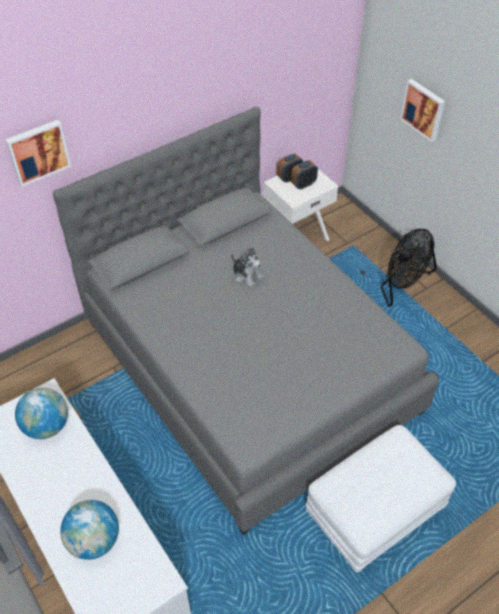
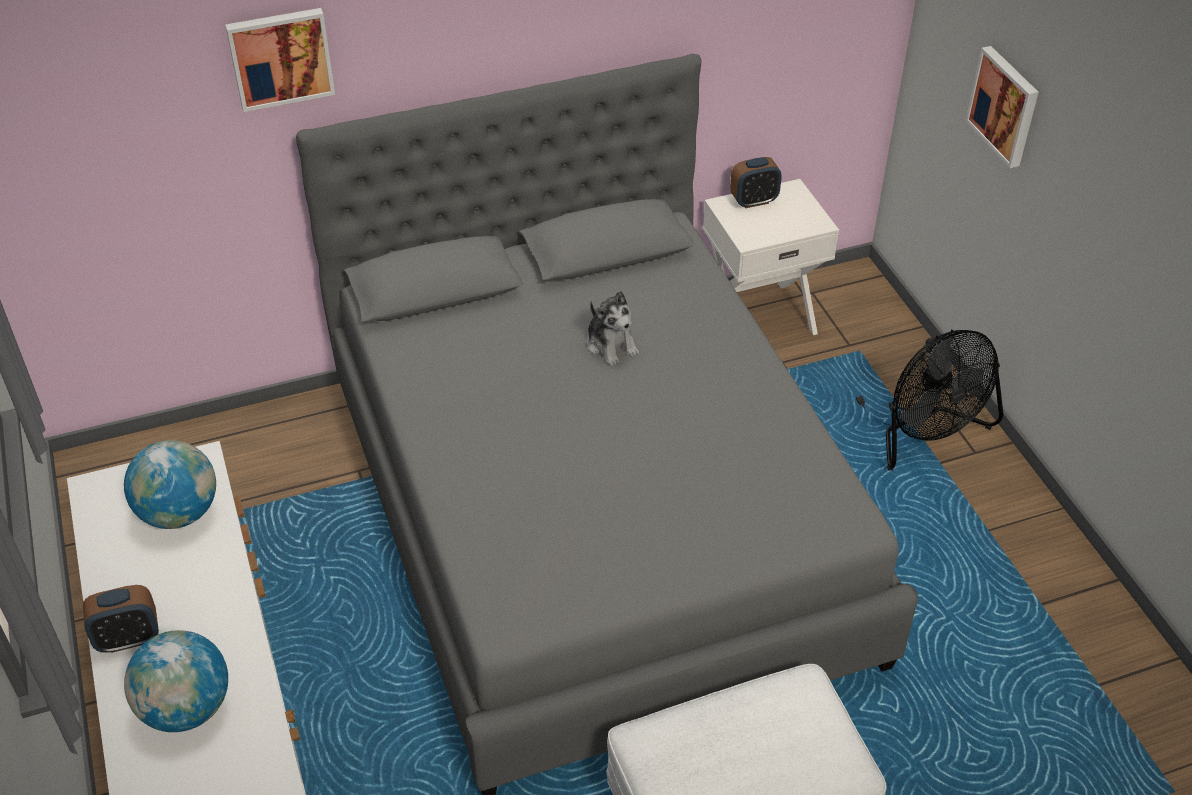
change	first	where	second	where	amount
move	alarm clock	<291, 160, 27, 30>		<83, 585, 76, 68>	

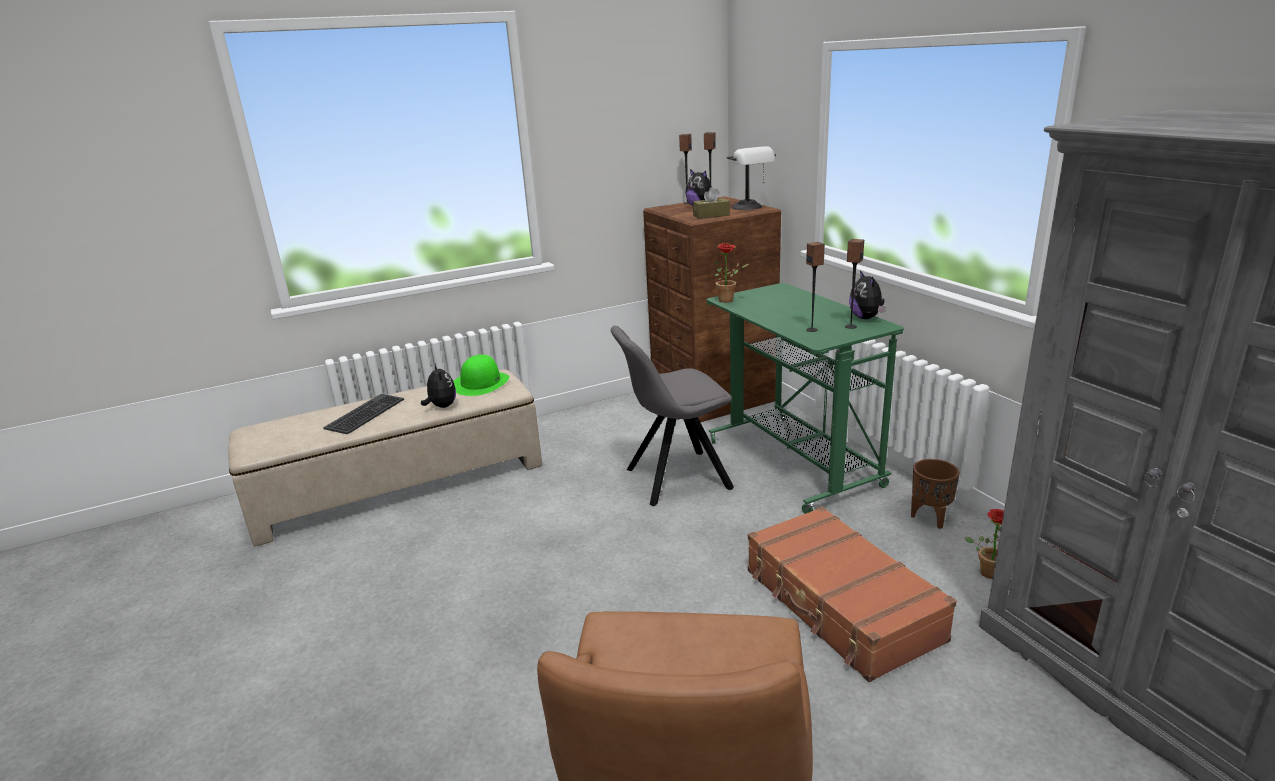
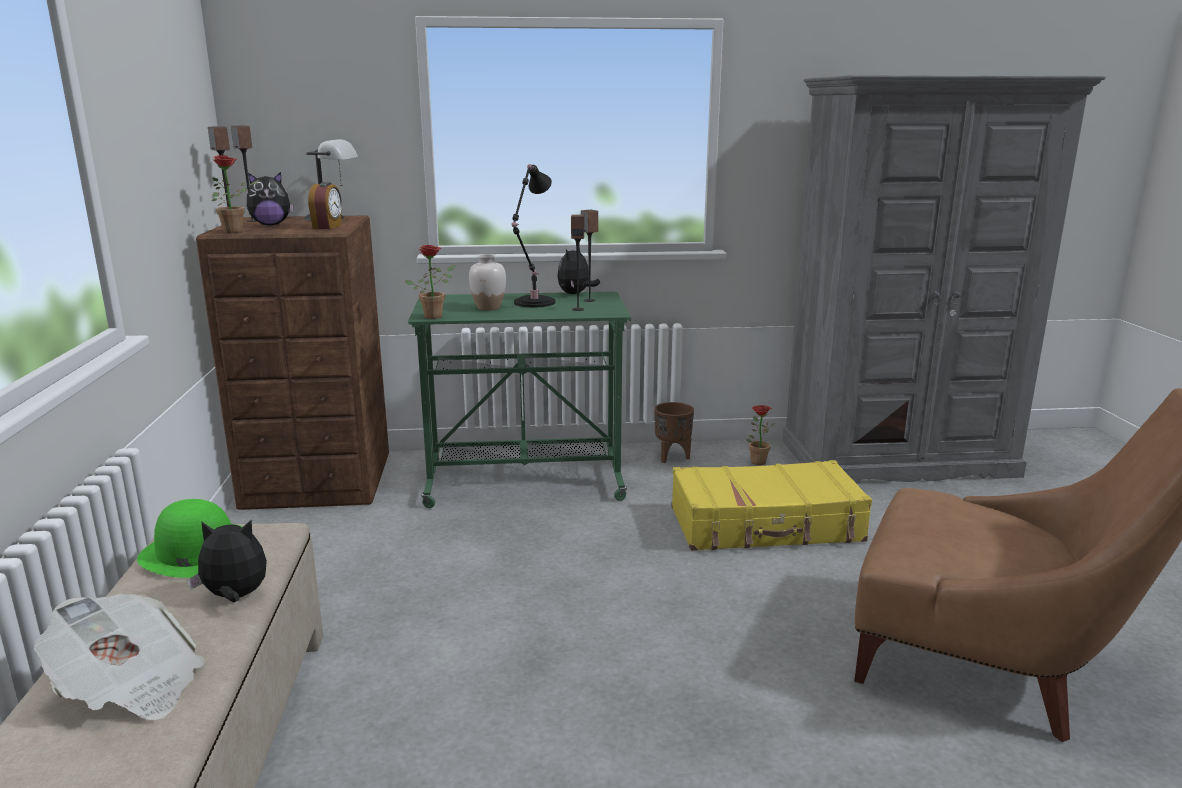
change	first	where	second	where	amount
replace	keyboard	<323, 394, 81, 41>	newspaper	<34, 594, 171, 126>	
delete	grey chair	<611, 325, 123, 181>			
replace	brown tissue box	<693, 187, 37, 32>	alarm clock	<308, 182, 34, 47>	
recolor	brown suitcase	<748, 506, 209, 176>	yellow suitcase	<671, 460, 201, 91>	
rotate	plush toy	<849, 270, 37, 49>		<557, 248, 43, 46>	105 degrees clockwise
insert			potted plant	<212, 155, 47, 78>	
insert			white vase	<469, 254, 37, 56>	
insert			black table lamp	<511, 164, 44, 143>	

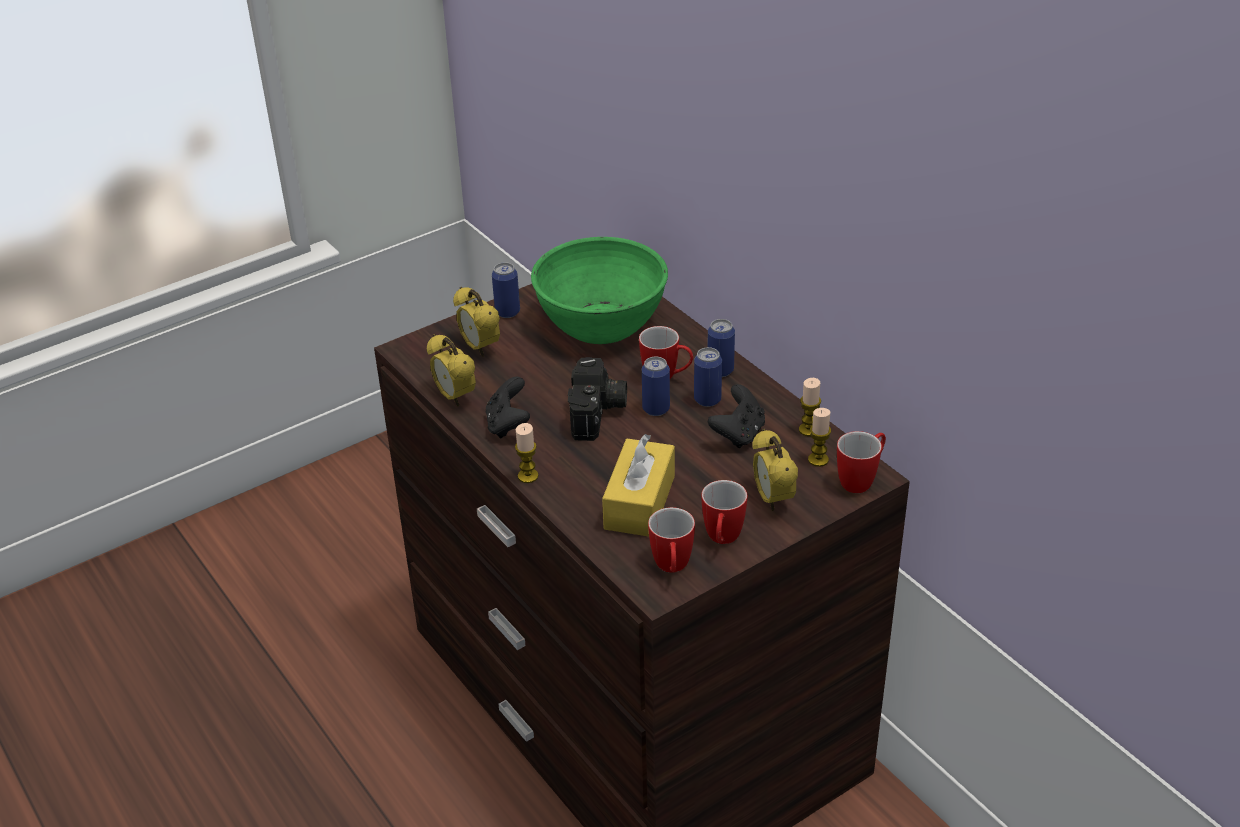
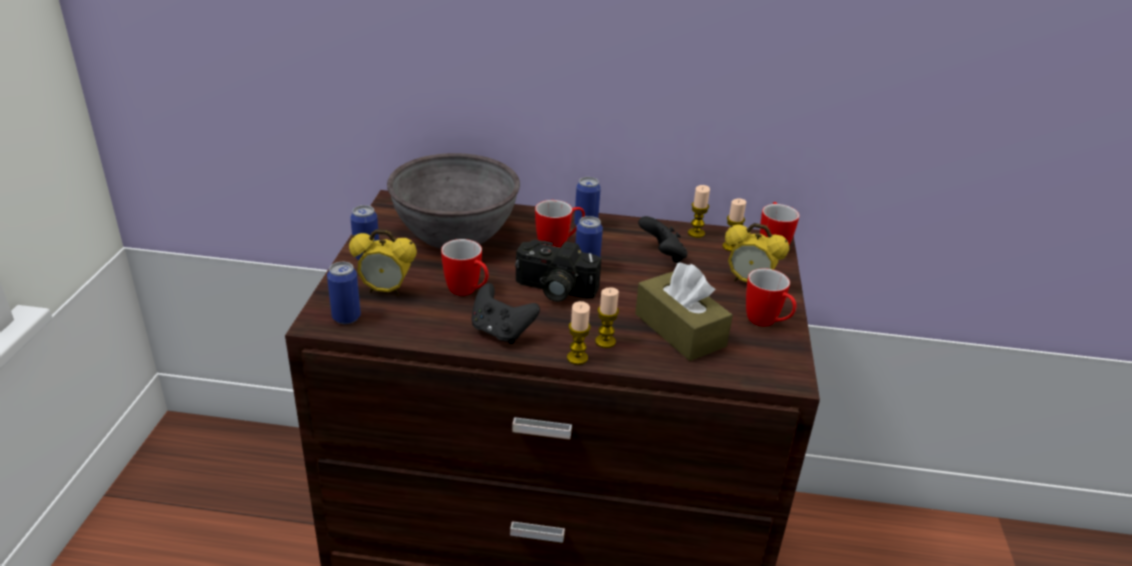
change	first	where	second	where	amount
delete	alarm clock	<427, 334, 49, 73>			
recolor	green bowl	<531, 237, 137, 107>	grey bowl	<387, 153, 133, 96>	
rotate	photo camera	<568, 357, 59, 84>		<515, 240, 86, 62>	150 degrees clockwise
recolor	yellow tissue box	<602, 434, 73, 103>	brown tissue box	<635, 262, 98, 99>	
move	mug	<648, 507, 47, 66>		<441, 239, 48, 57>	
move	can	<694, 347, 28, 60>		<327, 262, 34, 62>	
insert			candle	<595, 287, 24, 61>	

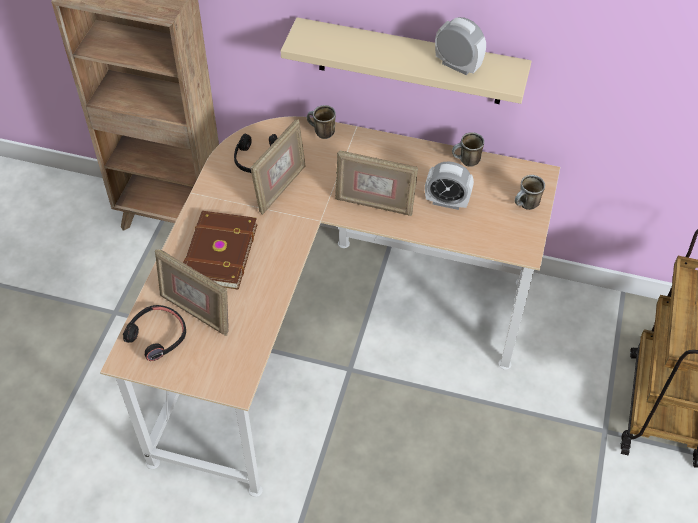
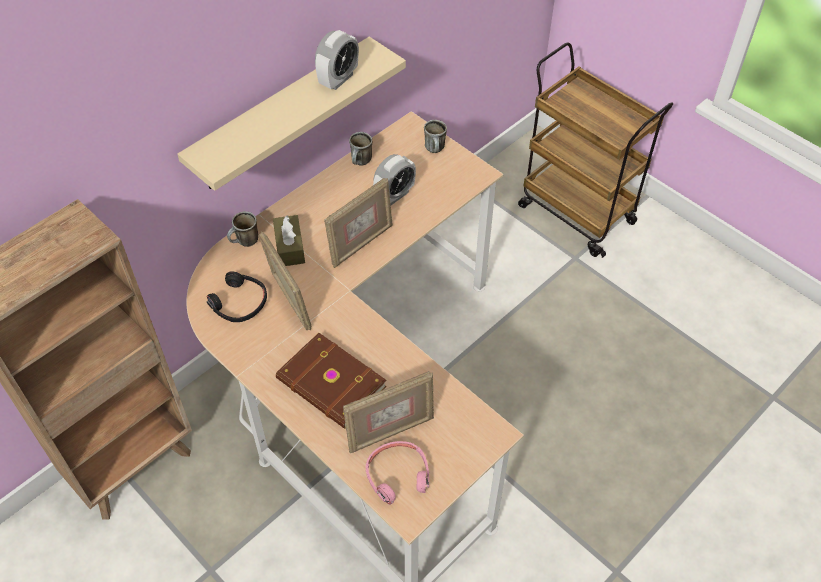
change	first	where	second	where	amount
recolor	black headphones	<123, 305, 63, 56>	pink headphones	<366, 441, 63, 64>	
rotate	alarm clock	<435, 17, 51, 58>		<315, 30, 44, 60>	150 degrees clockwise
insert			brown tissue box	<273, 215, 32, 51>	

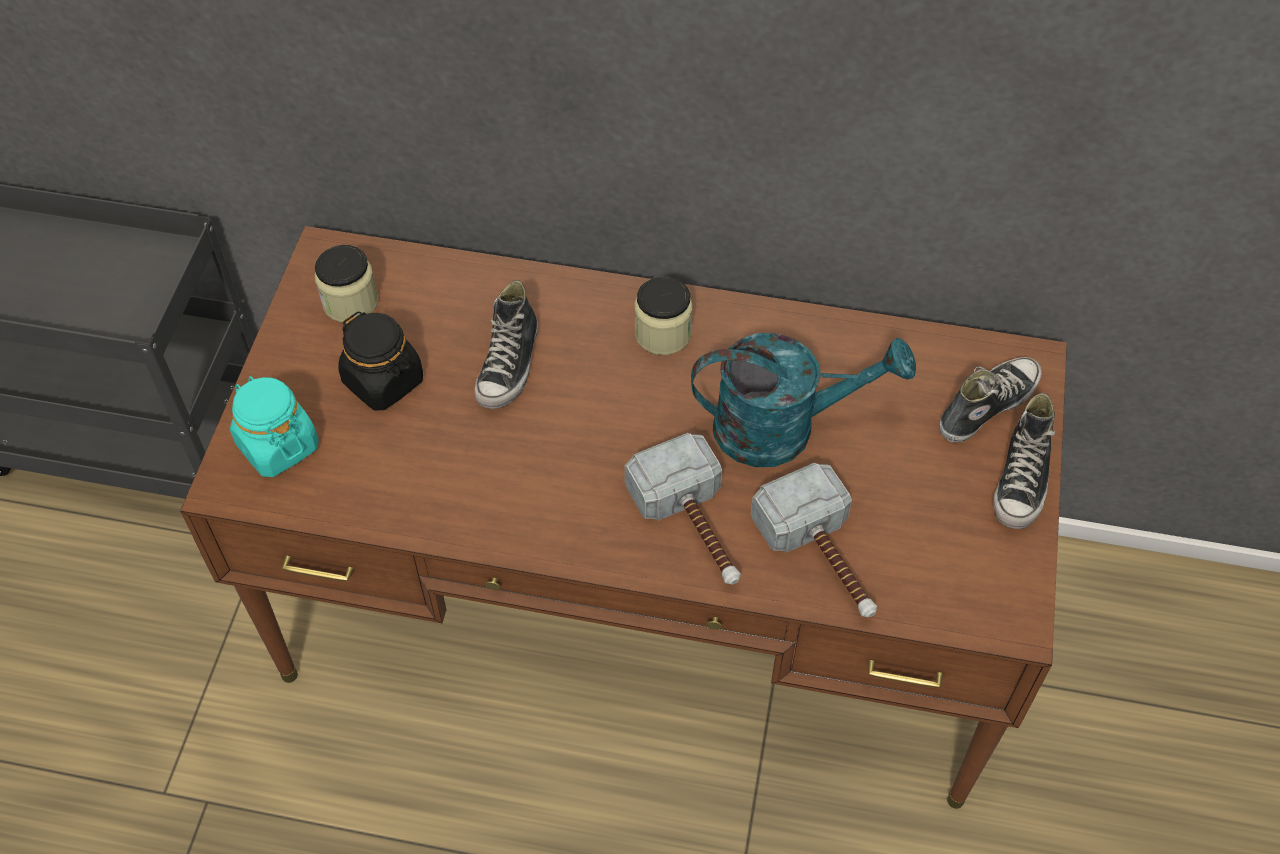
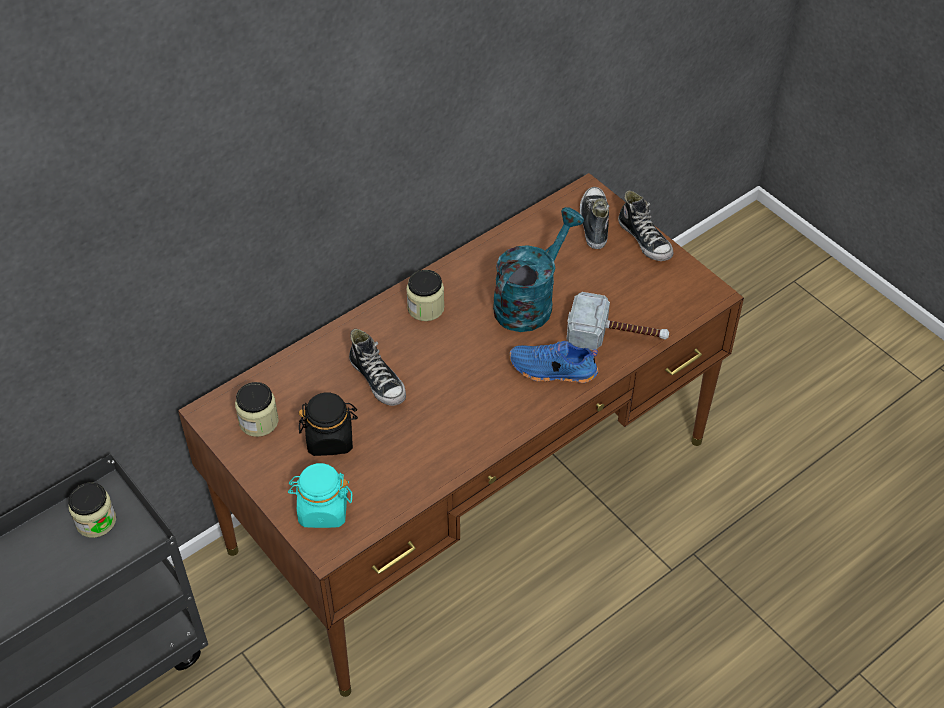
change	first	where	second	where	amount
replace	hammer	<625, 433, 116, 151>	blue shoe	<509, 341, 89, 42>	
insert			jar	<68, 482, 48, 56>	

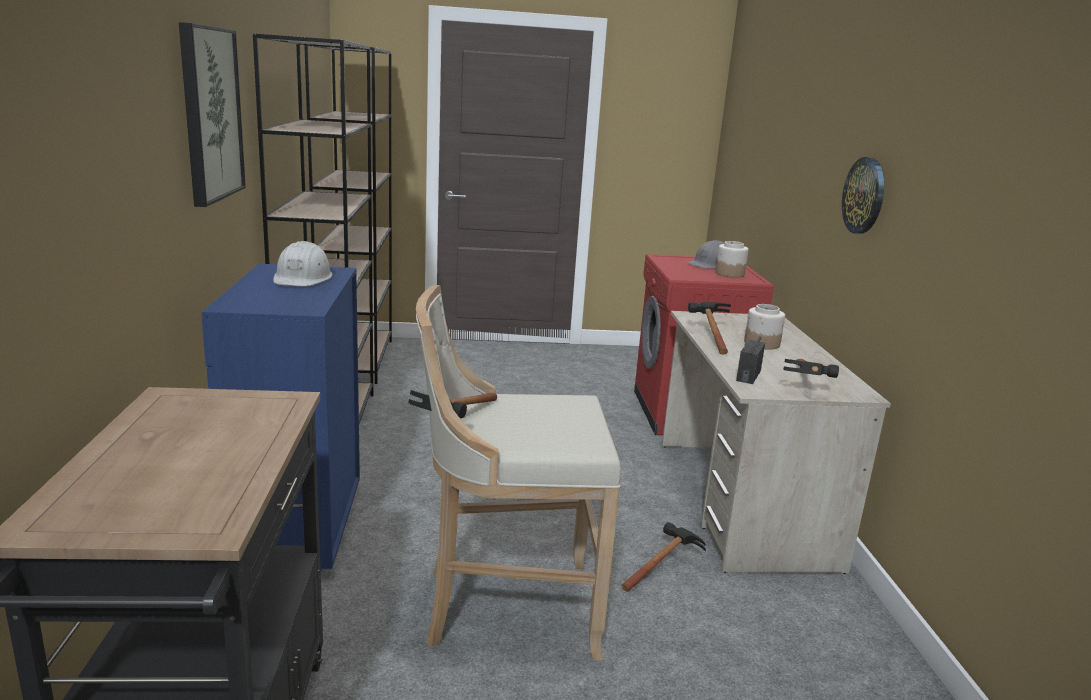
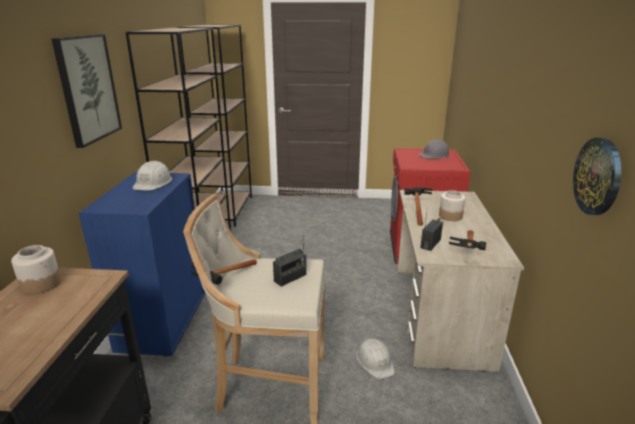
change	first	where	second	where	amount
replace	hammer	<622, 522, 84, 70>	white hard hat	<356, 339, 39, 40>	
move	jar	<715, 241, 34, 37>		<11, 245, 50, 49>	
move	wall clock	<842, 157, 42, 77>		<573, 138, 49, 77>	
insert			radio	<273, 232, 34, 55>	

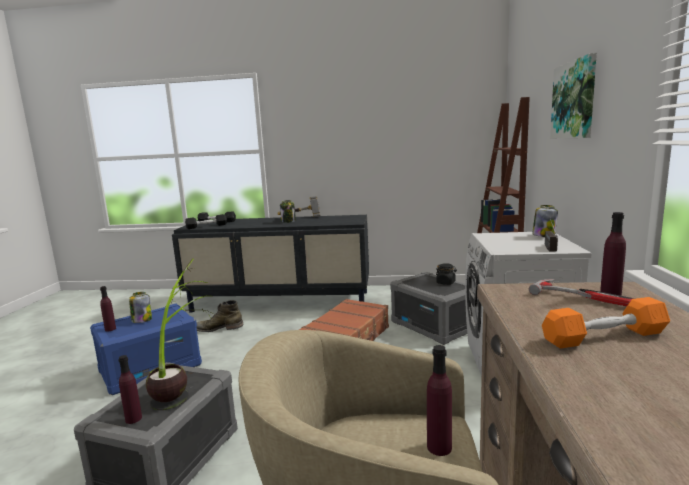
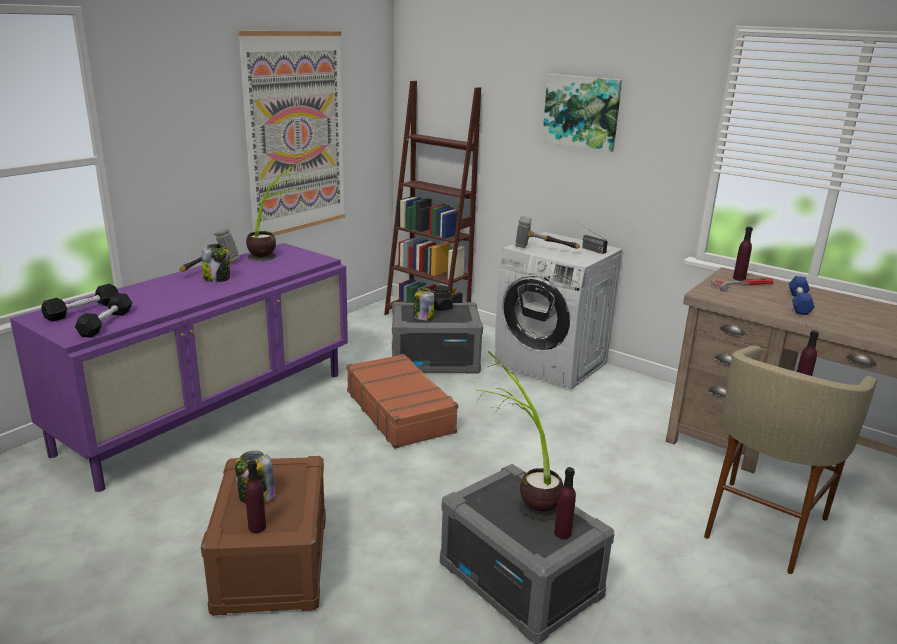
change	first	where	second	where	amount
recolor	blue storage box	<90, 304, 112, 91>	brown storage box	<201, 456, 125, 160>	
recolor	black cabinet	<172, 215, 197, 98>	purple cabinet	<10, 243, 338, 249>	
delete	green boot	<196, 300, 48, 32>			
move	jar	<532, 205, 26, 32>		<413, 288, 22, 33>	
recolor	orange dumbbell	<542, 297, 128, 52>	blue dumbbell	<789, 276, 26, 39>	
insert			picture	<238, 31, 107, 205>	
insert			potted plant	<246, 157, 71, 104>	
insert			hammer	<515, 216, 65, 33>	

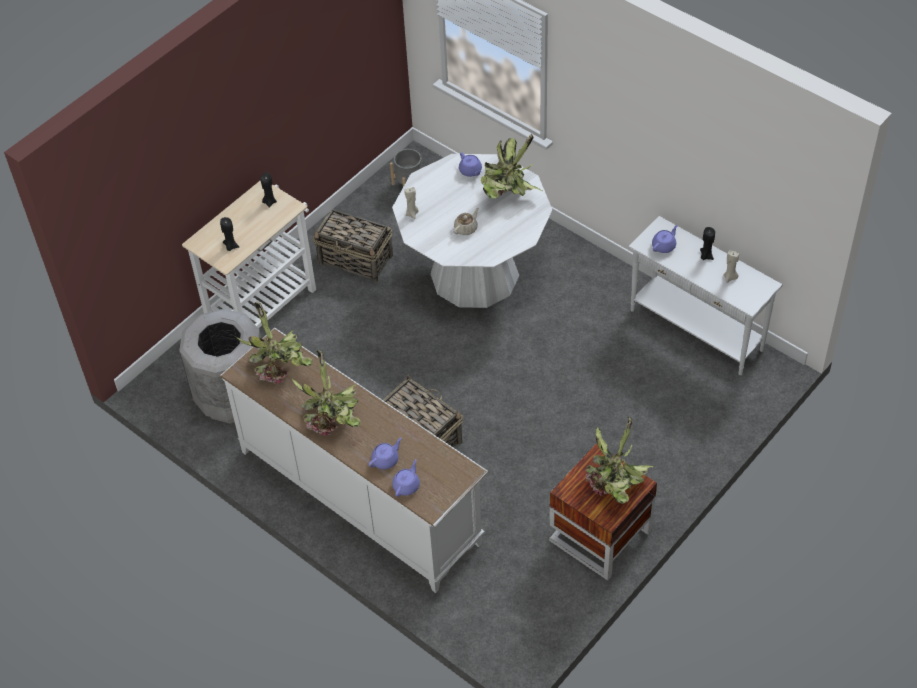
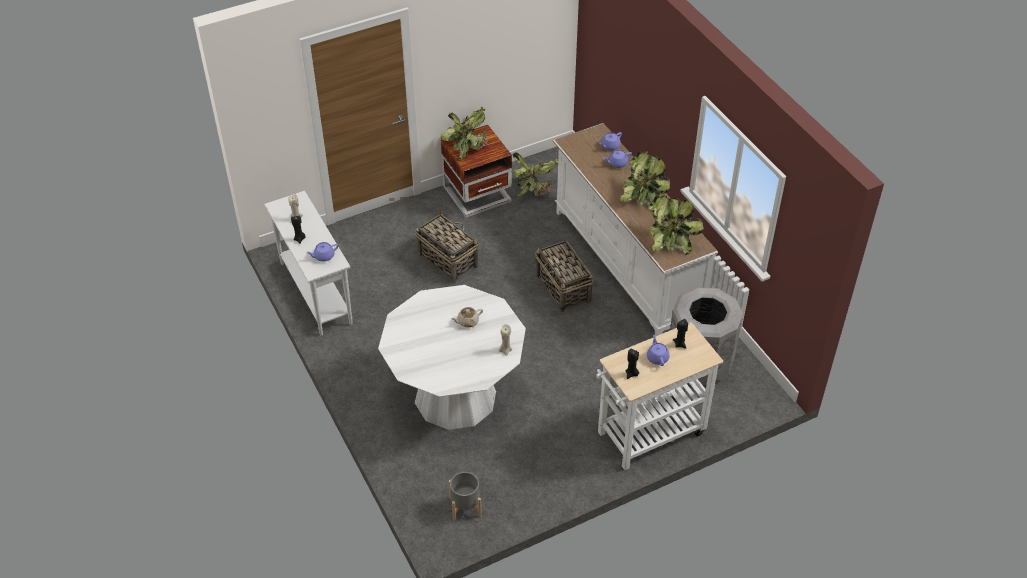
change	first	where	second	where	amount
move	basket	<313, 209, 80, 74>		<415, 210, 64, 73>	
move	purple teapot	<459, 152, 23, 25>		<647, 335, 23, 31>	
move	potted plant	<481, 134, 61, 65>		<513, 152, 45, 46>	

